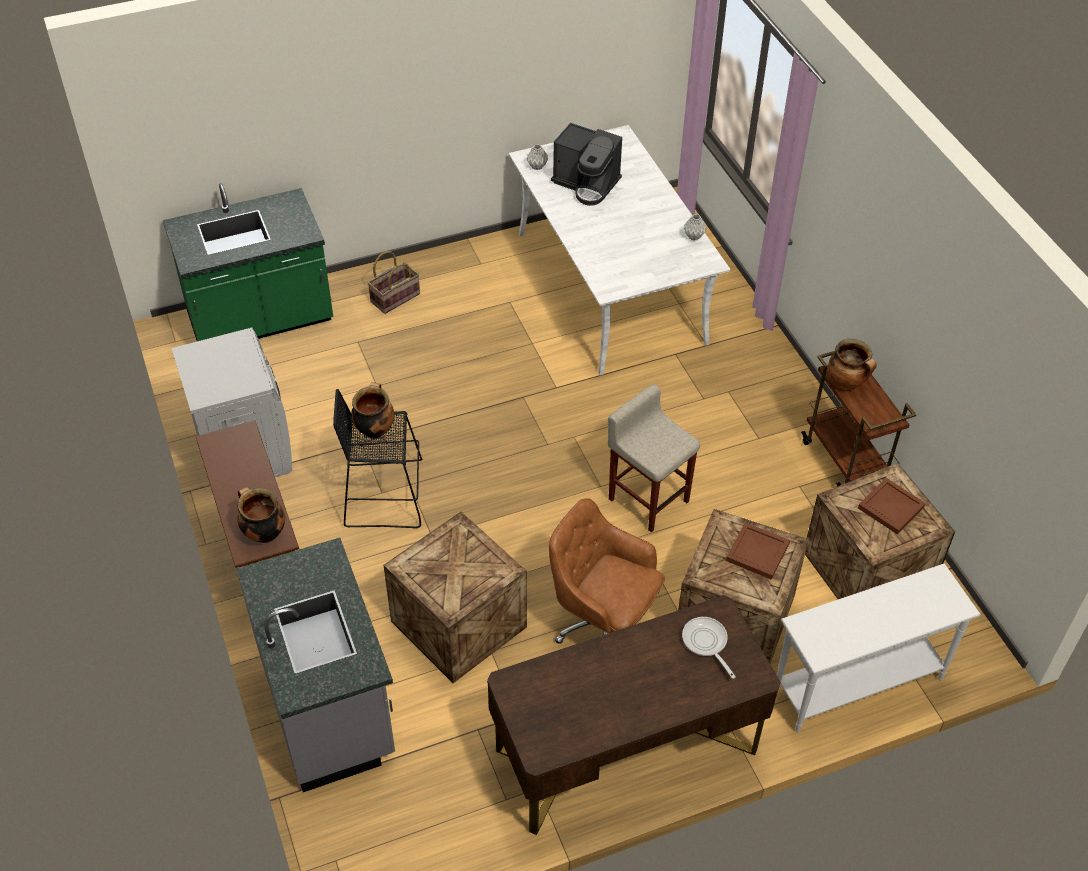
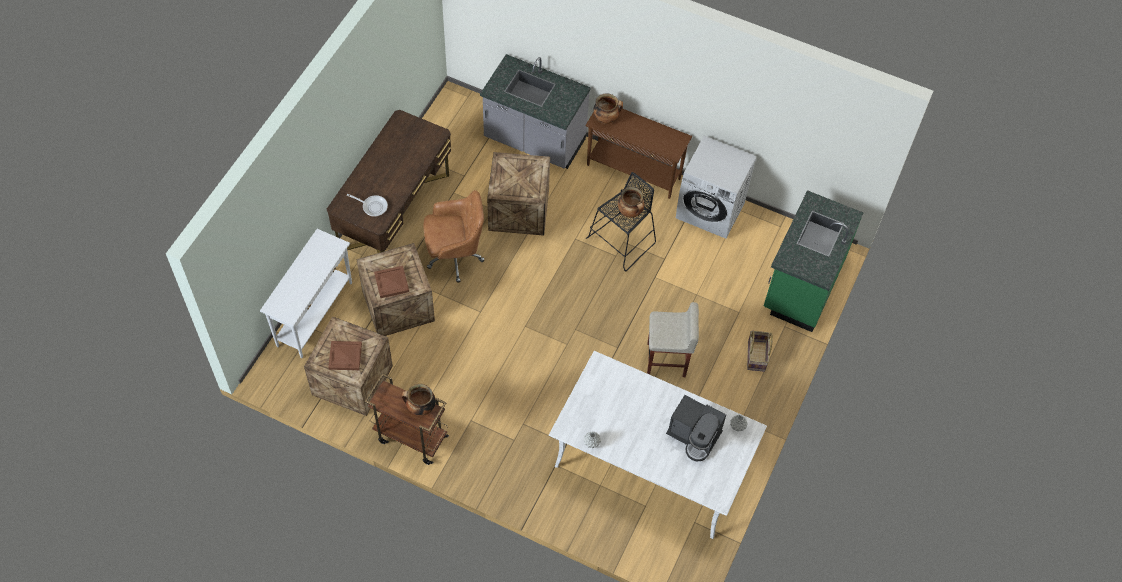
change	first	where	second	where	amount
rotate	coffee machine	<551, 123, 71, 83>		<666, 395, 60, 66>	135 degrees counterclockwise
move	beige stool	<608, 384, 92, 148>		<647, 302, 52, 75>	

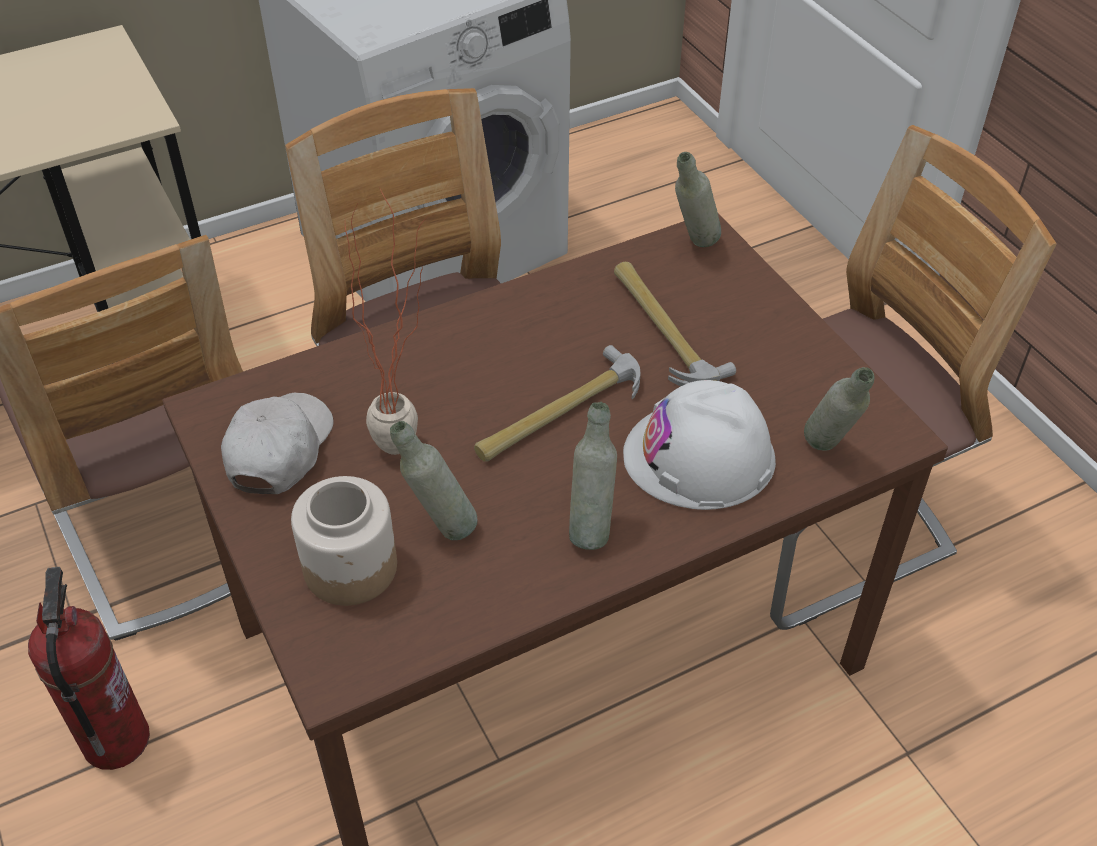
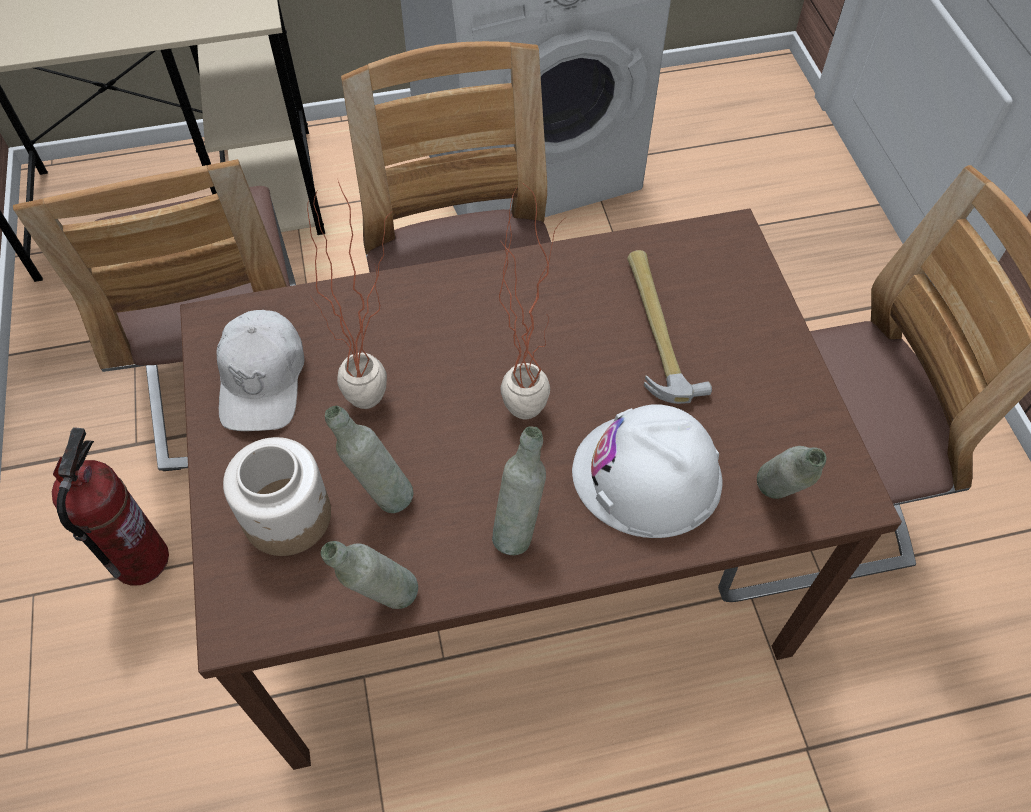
change	first	where	second	where	amount
rotate	white cap	<221, 393, 113, 101>		<217, 310, 87, 121>	150 degrees clockwise
replace	hammer	<474, 345, 166, 117>	potted plant	<499, 183, 66, 237>	
move	grey bottle	<675, 152, 46, 95>		<321, 541, 97, 68>	

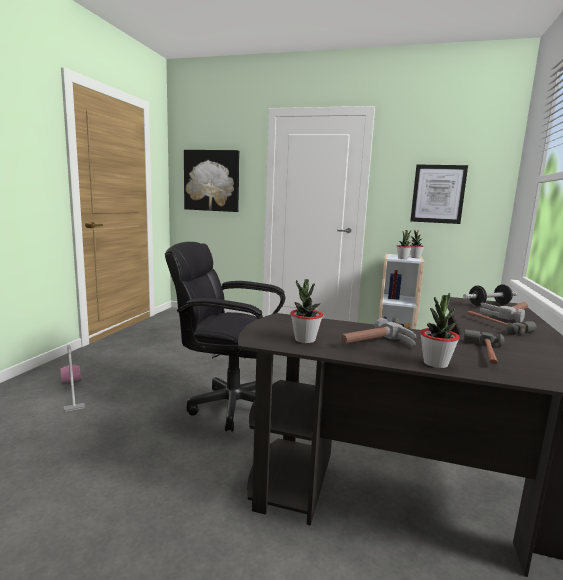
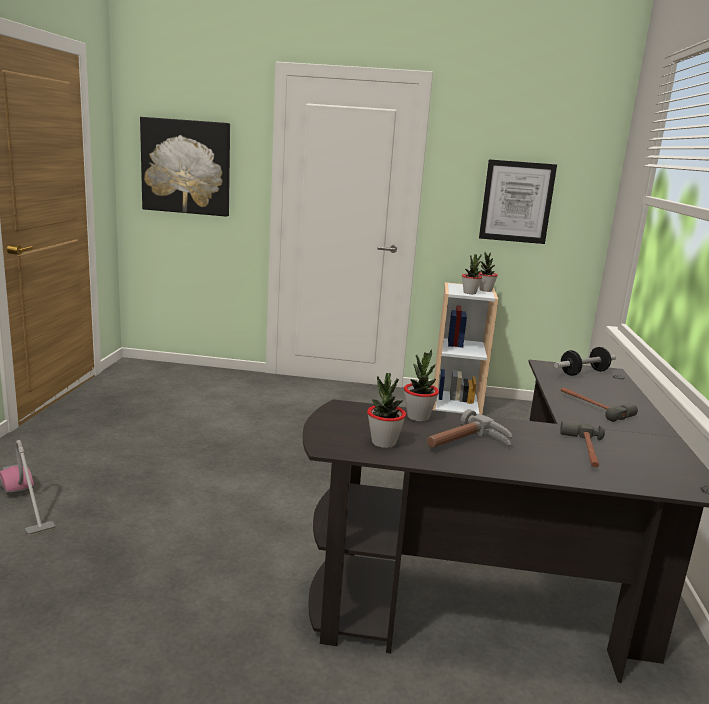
change	first	where	second	where	amount
delete	black office chair	<165, 242, 120, 190>			
move	potted plant	<420, 292, 40, 76>		<404, 349, 35, 73>	
delete	hammer	<480, 302, 48, 21>			

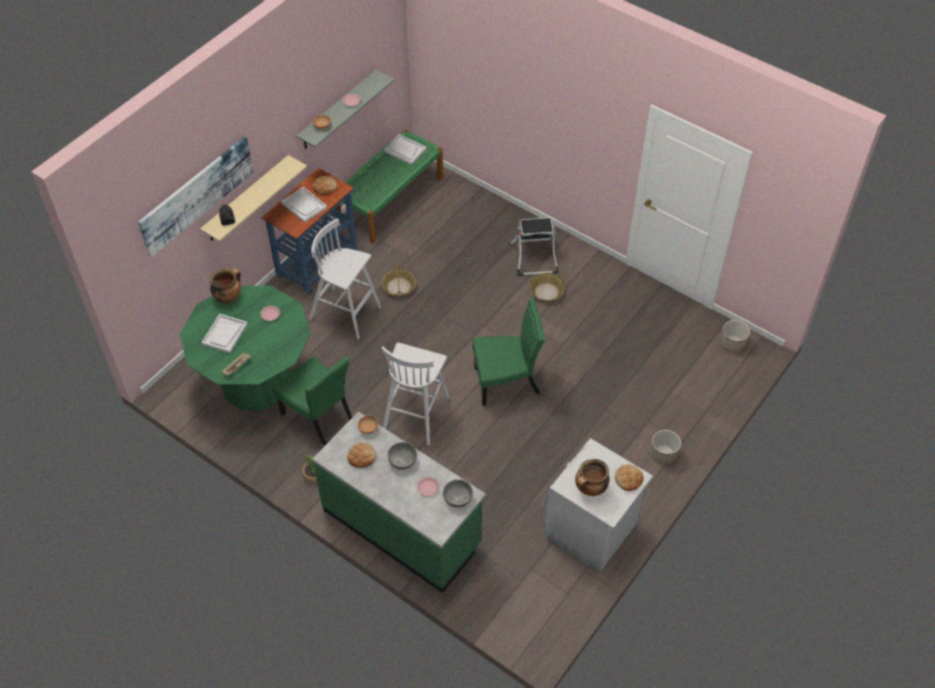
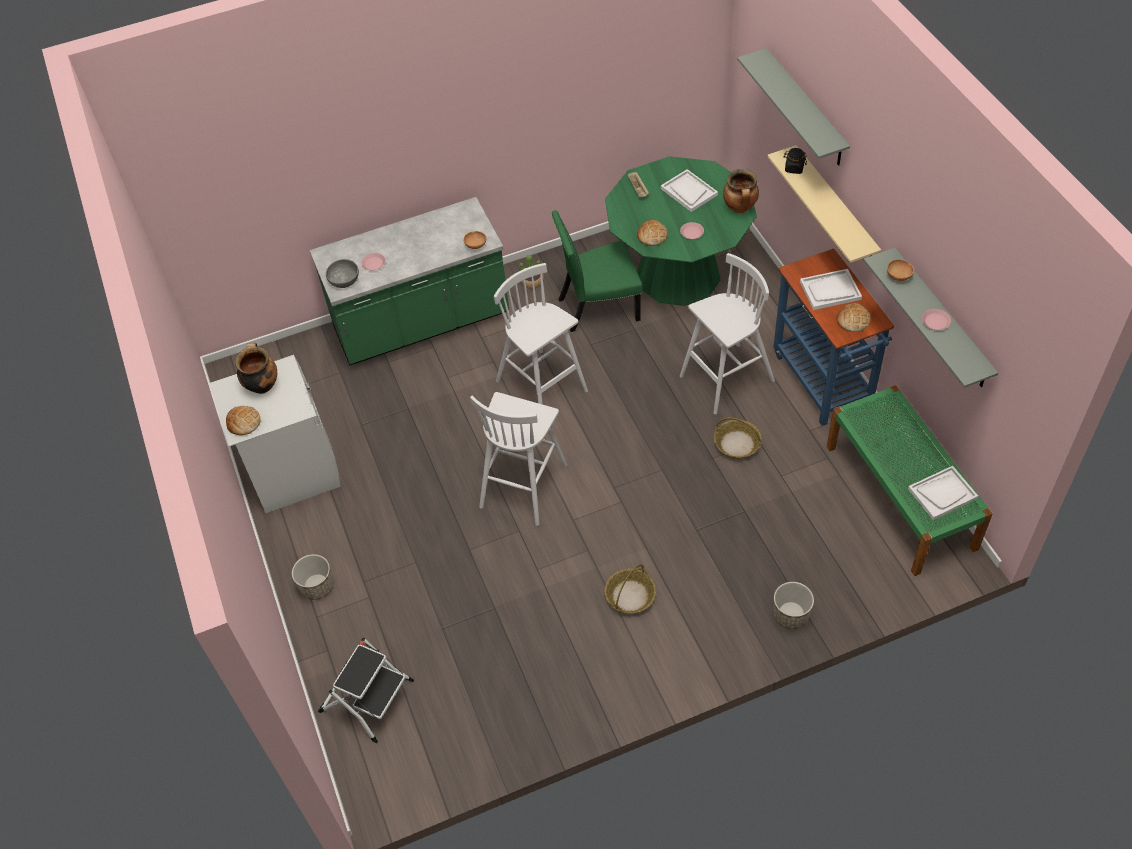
change	first	where	second	where	amount
replace	picture	<138, 136, 116, 121>	grey shelf	<737, 48, 113, 118>	
move	bread	<347, 443, 29, 25>		<637, 220, 30, 26>	
delete	grey bowl	<388, 442, 29, 28>			
replace	green chair	<472, 298, 73, 108>	white stool	<470, 392, 97, 134>	
move	step ladder	<510, 218, 49, 58>		<318, 638, 96, 105>	
move	planter	<721, 320, 29, 32>		<773, 582, 41, 47>	

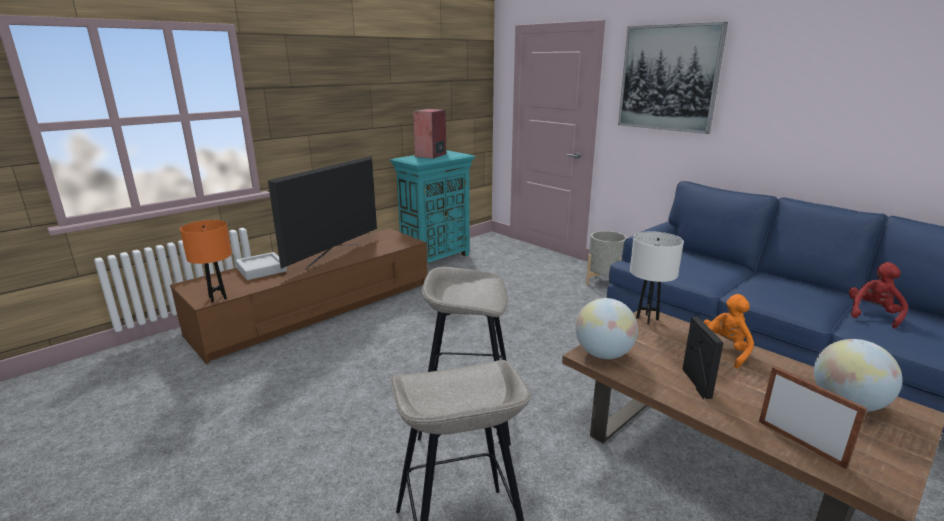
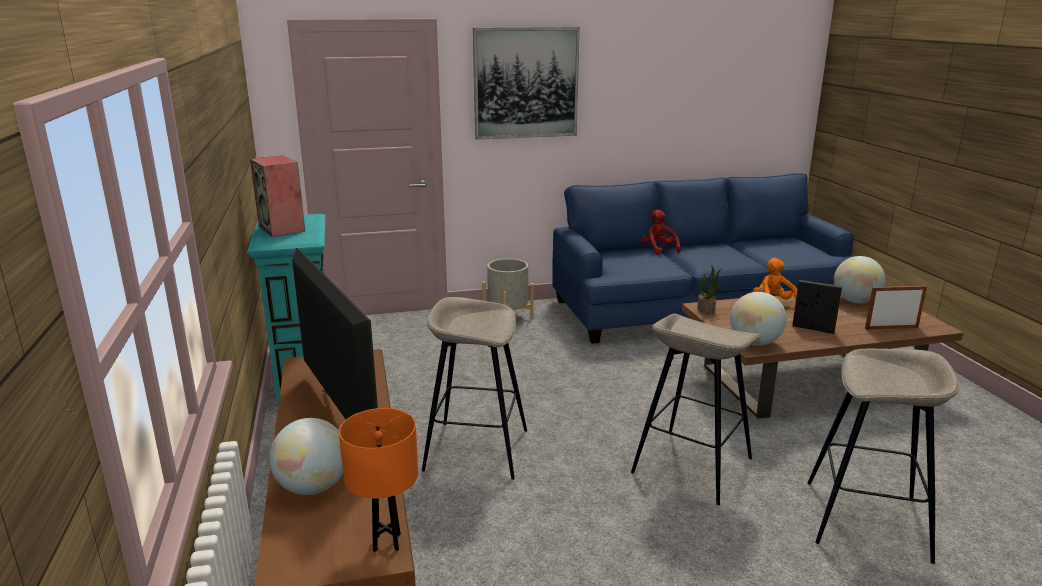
change	first	where	second	where	amount
replace	grey tray	<235, 252, 52, 28>	globe	<269, 418, 74, 77>	
replace	white table lamp	<630, 231, 54, 93>	potted plant	<697, 265, 25, 50>	
move	red plush toy	<849, 262, 59, 67>		<642, 210, 39, 45>	
insert			grey stool	<422, 297, 105, 183>	

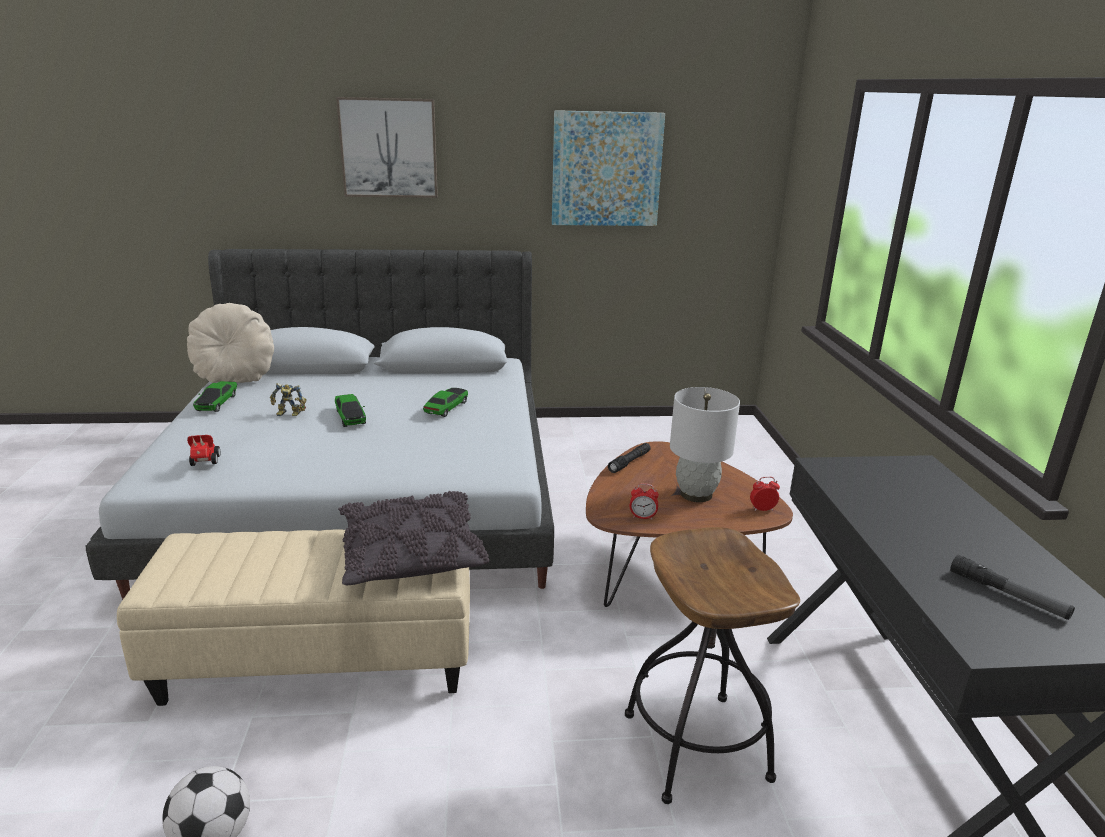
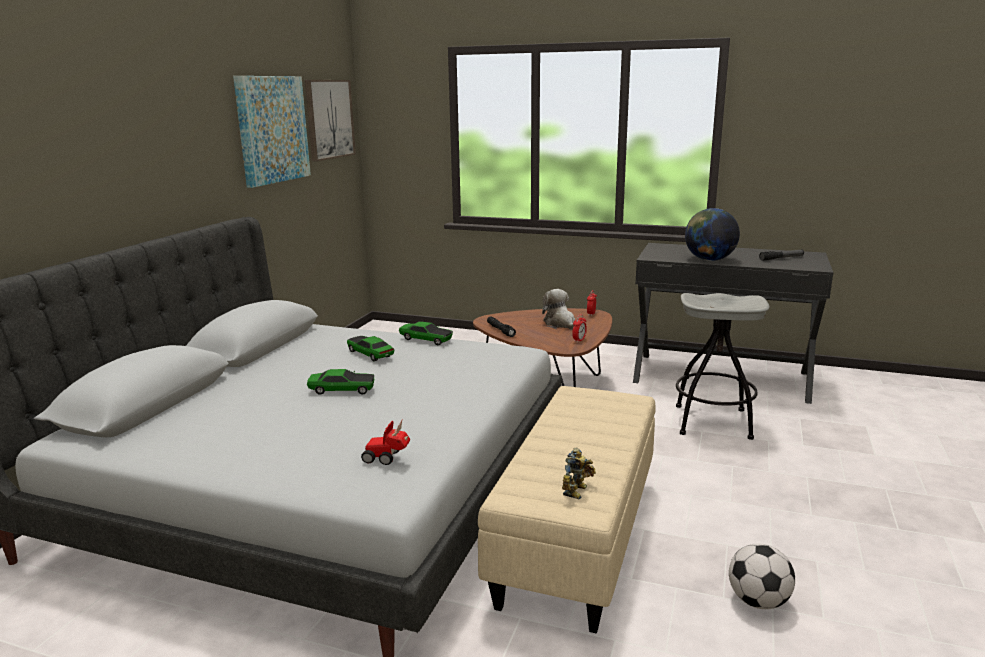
change	first	where	second	where	amount
delete	beige pillow	<187, 303, 87, 80>			
move	toy car	<193, 381, 44, 31>		<399, 322, 54, 23>	
move	toy robot	<270, 383, 37, 33>		<562, 447, 34, 53>	
move	picture	<336, 97, 102, 101>		<305, 80, 51, 81>	
delete	black pillow	<338, 491, 151, 95>			
recolor	brown stool	<625, 527, 175, 277>	grey stool	<676, 293, 93, 147>	
replace	white table lamp	<670, 387, 70, 115>	plush toy	<542, 289, 33, 41>	
insert			globe	<685, 208, 55, 53>	

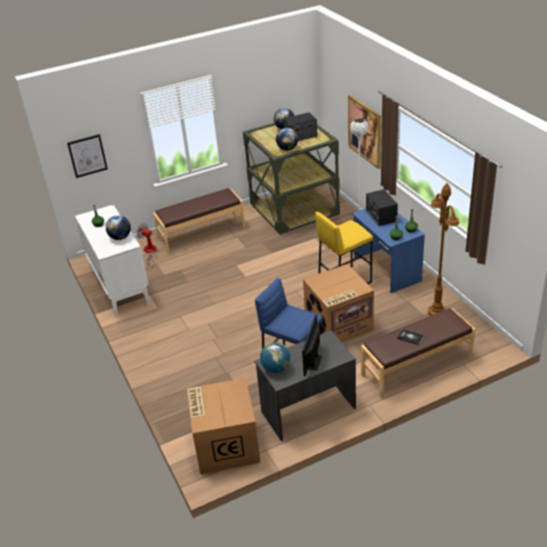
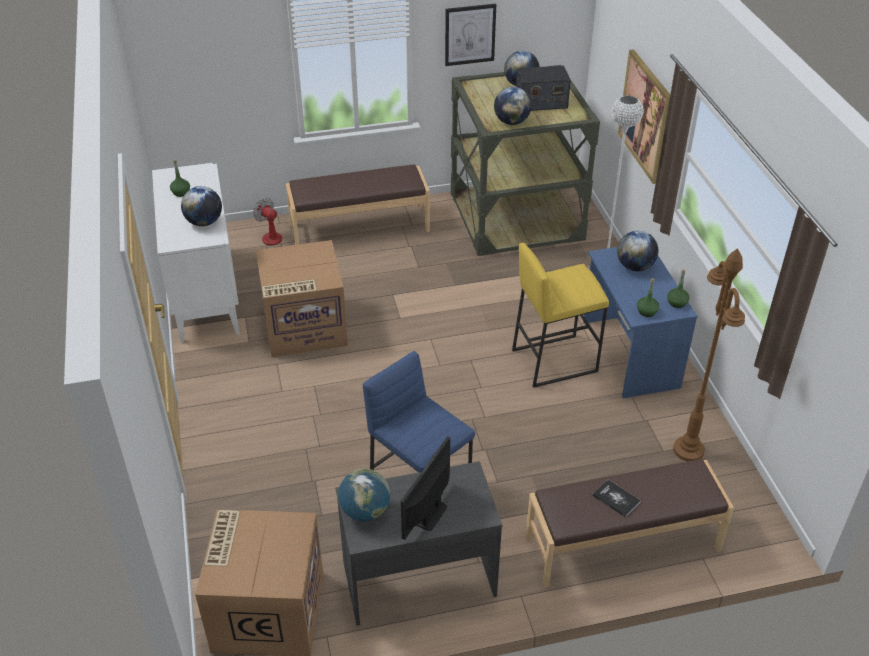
change	first	where	second	where	amount
move	picture	<67, 134, 41, 44>		<445, 4, 51, 62>	
move	cardboard box	<303, 264, 71, 78>		<256, 240, 92, 117>	
replace	radio	<366, 189, 32, 37>	globe	<617, 231, 41, 40>	

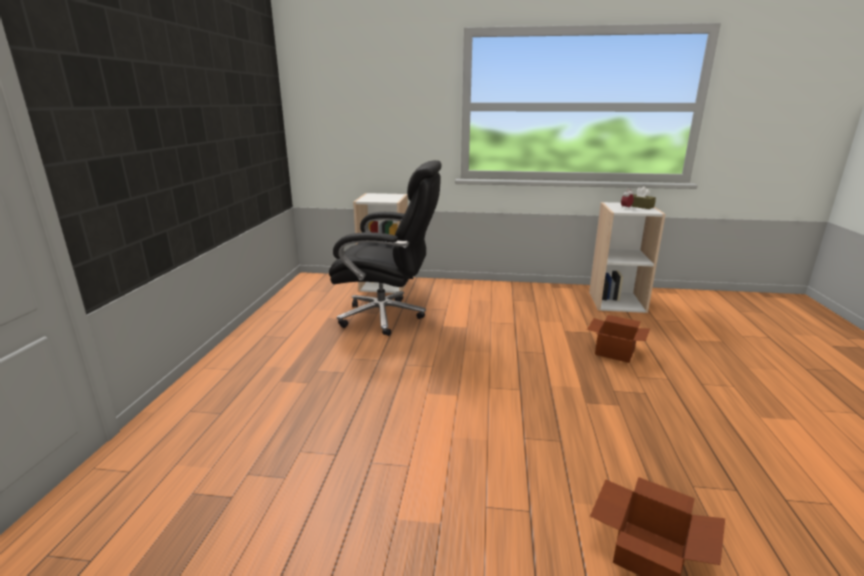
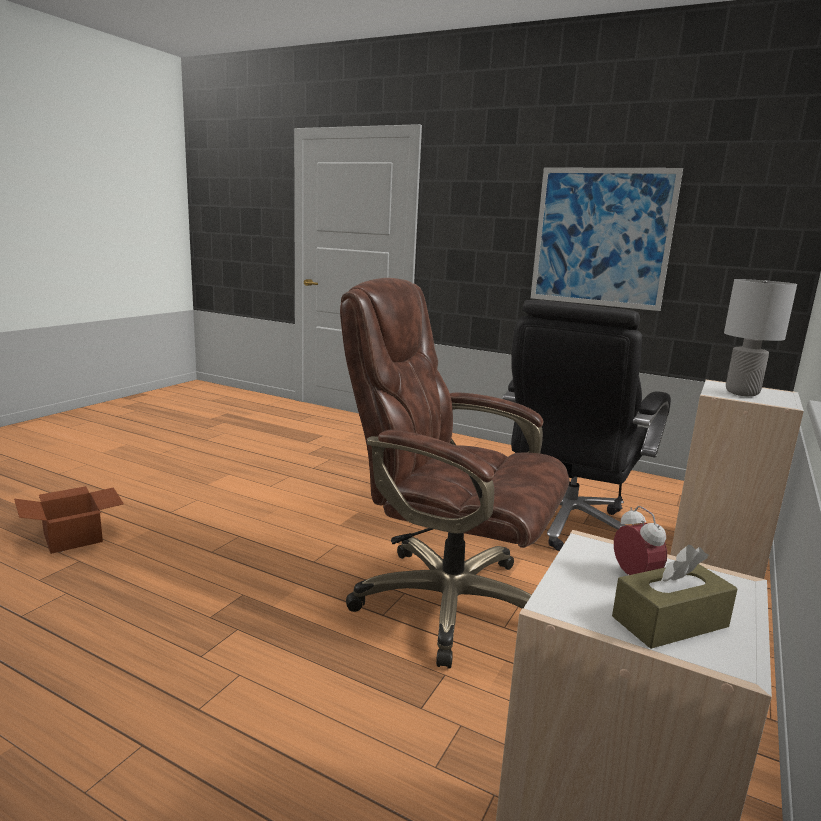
change	first	where	second	where	amount
delete	cardboard box	<587, 315, 63, 48>			
insert			brown office chair	<340, 278, 230, 391>	
insert			picture	<531, 168, 152, 143>	
insert			grey table lamp	<724, 279, 73, 117>	

